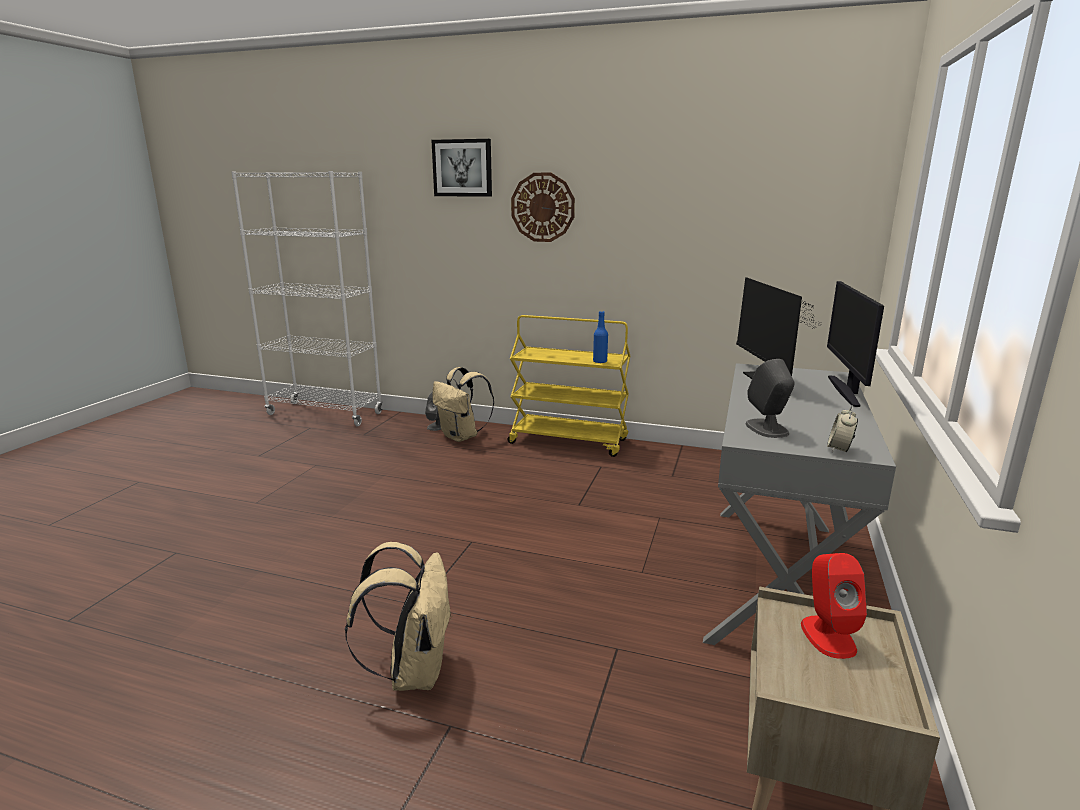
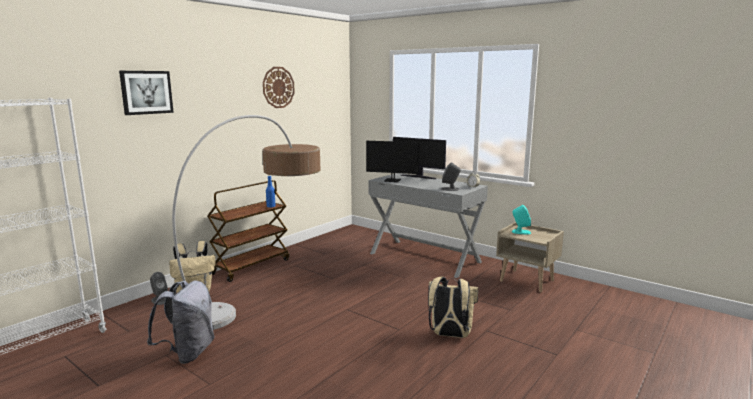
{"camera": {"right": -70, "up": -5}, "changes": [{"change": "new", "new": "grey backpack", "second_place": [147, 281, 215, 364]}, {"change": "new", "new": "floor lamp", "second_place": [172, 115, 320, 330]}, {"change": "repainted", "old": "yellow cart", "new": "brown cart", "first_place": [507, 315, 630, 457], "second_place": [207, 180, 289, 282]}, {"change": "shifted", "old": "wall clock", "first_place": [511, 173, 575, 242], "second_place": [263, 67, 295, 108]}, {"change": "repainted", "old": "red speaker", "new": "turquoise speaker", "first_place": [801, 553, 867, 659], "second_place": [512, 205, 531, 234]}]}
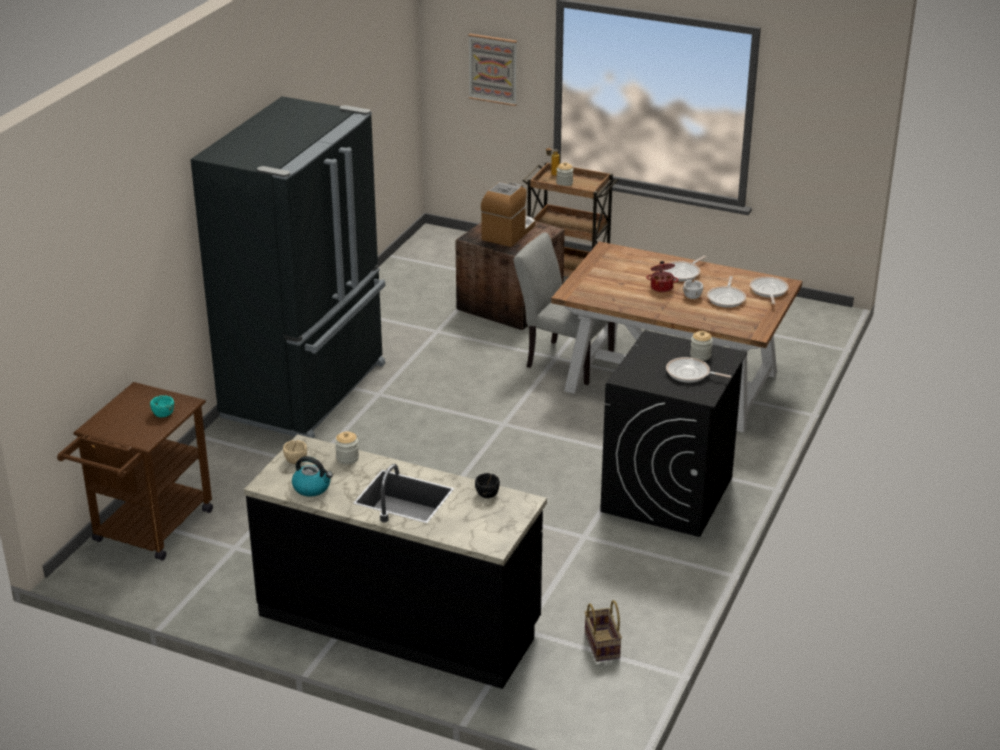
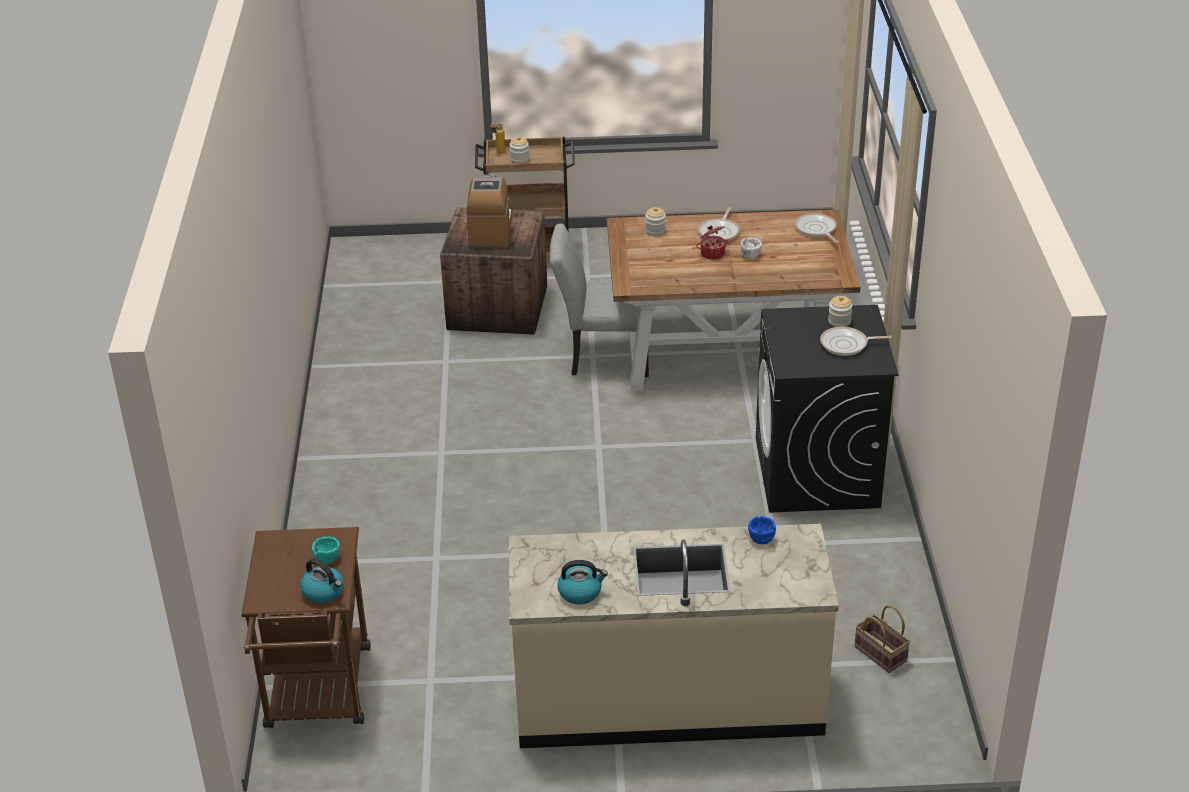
{"camera": {"right": -25, "up": 5}, "changes": [{"change": "new", "new": "kettle", "second_place": [300, 558, 344, 604]}, {"change": "repainted", "old": "black counter", "new": "beige counter", "first_place": [244, 434, 547, 689], "second_place": [509, 524, 839, 748]}, {"change": "shifted", "old": "jar", "first_place": [335, 432, 359, 464], "second_place": [645, 207, 666, 236]}, {"change": "repainted", "old": "black bowl", "new": "blue bowl", "first_place": [475, 473, 500, 498], "second_place": [748, 516, 776, 544]}, {"change": "gone", "old": "black fridge", "first_place": [190, 96, 385, 438]}, {"change": "gone", "old": "beige bowl", "first_place": [283, 440, 307, 464]}, {"change": "gone", "old": "picture", "first_place": [468, 34, 517, 106]}, {"change": "gone", "old": "frying pan", "first_place": [707, 276, 746, 308]}]}
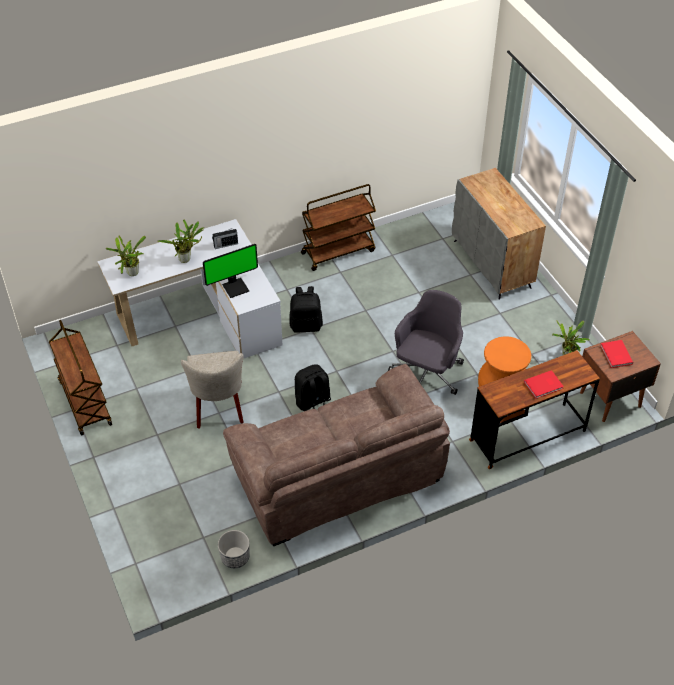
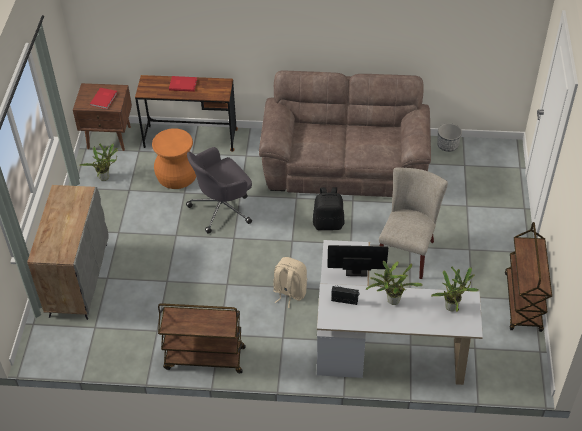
{"camera": {"right": -150, "up": 0}, "changes": [{"change": "repainted", "old": "black backpack", "new": "beige backpack", "first_place": [289, 286, 323, 332], "second_place": [273, 257, 307, 308]}]}
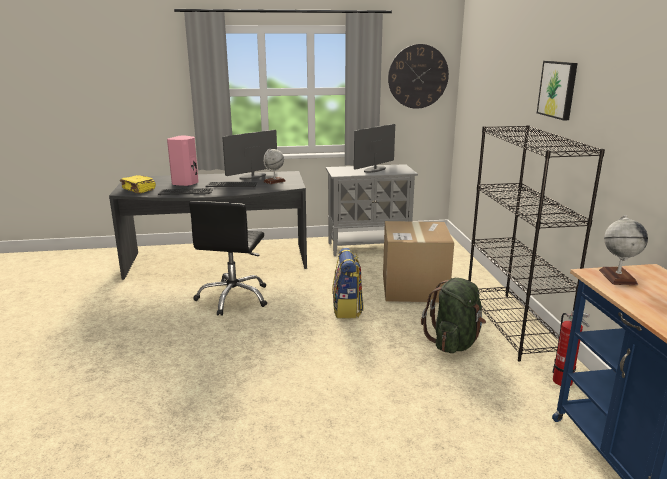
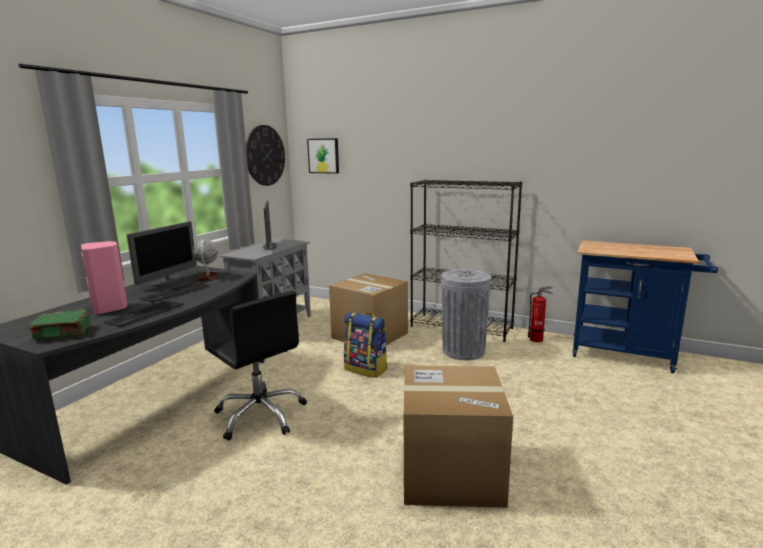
{"camera": {"right": -55, "up": -5}, "changes": [{"change": "repainted", "old": "yellow book", "new": "green book", "first_place": [120, 175, 156, 194], "second_place": [28, 309, 90, 340]}, {"change": "rotated", "old": "monitor", "first_place": [222, 130, 277, 180], "second_place": [127, 221, 197, 287], "degrees": -150}, {"change": "shifted", "old": "picture", "first_place": [537, 61, 578, 120], "second_place": [307, 138, 339, 174]}, {"change": "new", "new": "cardboard box", "second_place": [404, 366, 513, 508]}, {"change": "swapped", "old": "green backpack", "new": "grey trash can", "first_place": [421, 278, 486, 353], "second_place": [441, 269, 491, 360]}, {"change": "gone", "old": "globe", "first_place": [599, 215, 648, 285]}]}
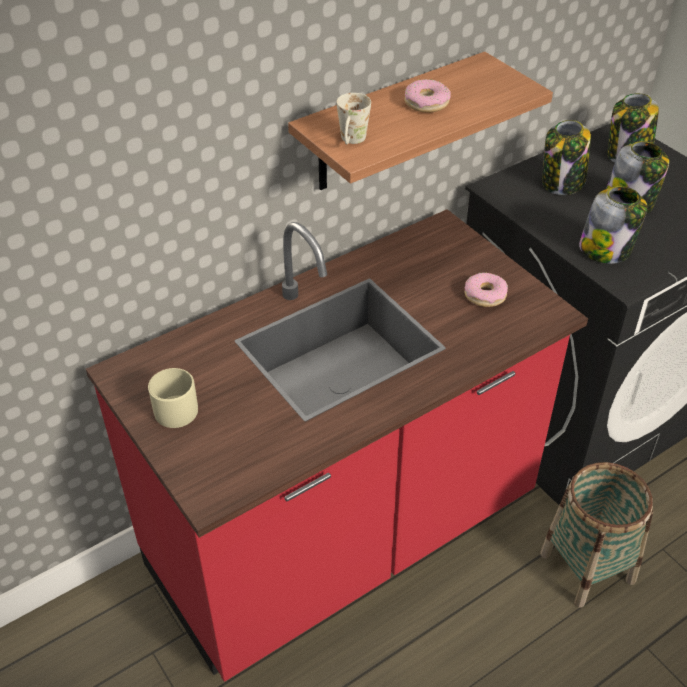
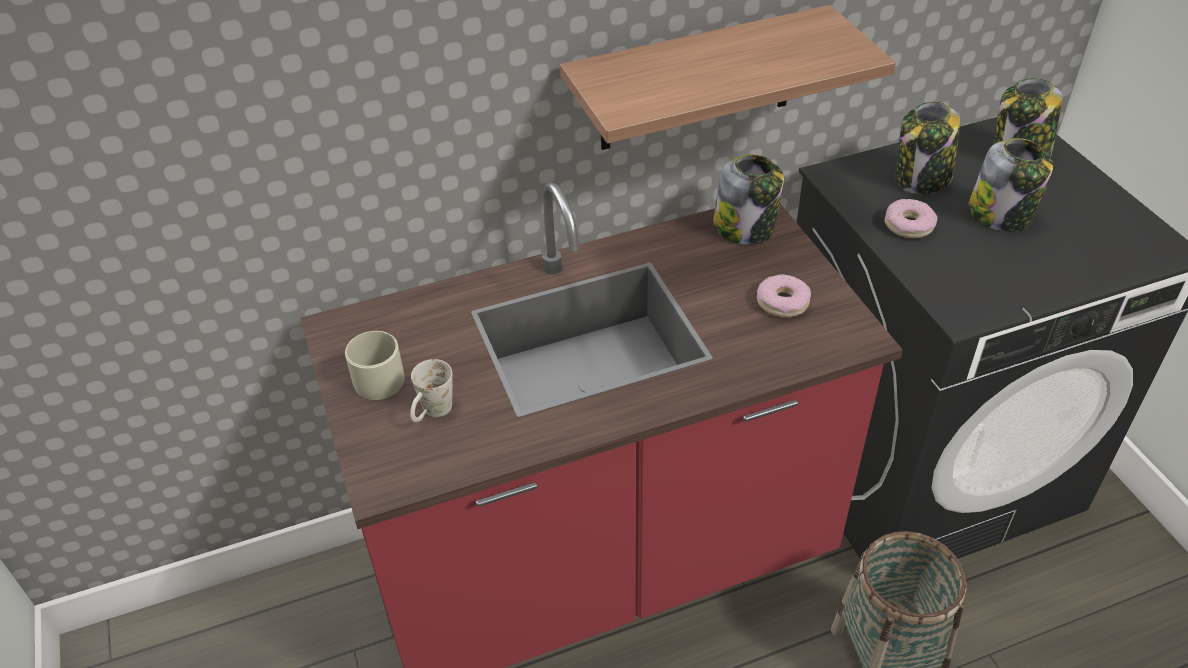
{"camera": {"right": 15, "up": 0}, "changes": [{"change": "shifted", "old": "white mug", "first_place": [336, 93, 371, 144], "second_place": [410, 359, 453, 422]}, {"change": "shifted", "old": "jar", "first_place": [579, 186, 647, 264], "second_place": [713, 154, 784, 245]}, {"change": "shifted", "old": "donut", "first_place": [404, 79, 451, 113], "second_place": [885, 199, 938, 238]}]}
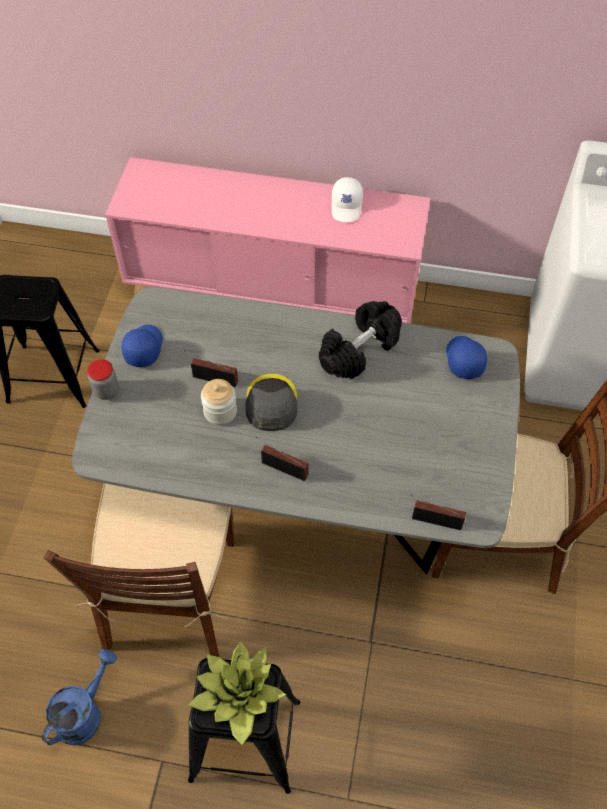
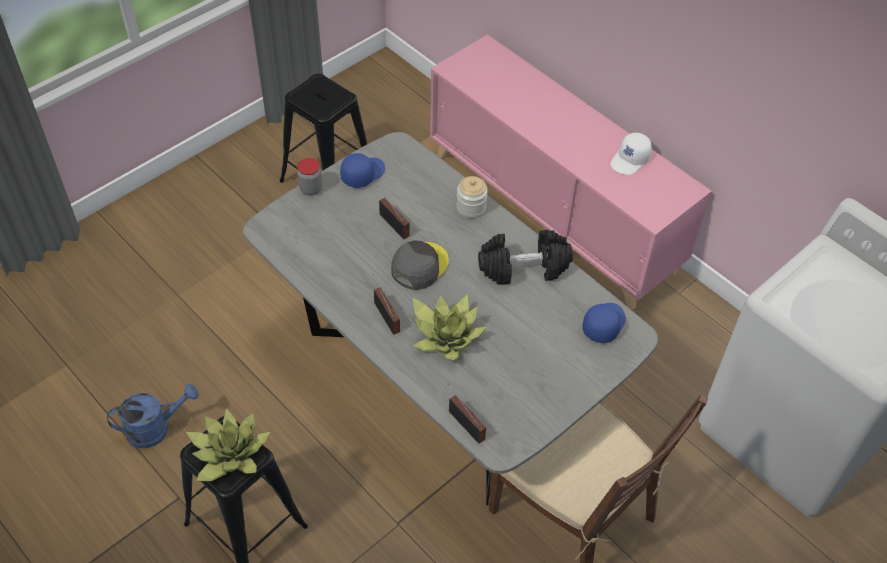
{"camera": {"right": 35, "up": -5}, "changes": [{"change": "new", "new": "potted plant", "second_place": [413, 294, 487, 361]}, {"change": "shifted", "old": "jar", "first_place": [201, 379, 237, 425], "second_place": [457, 176, 488, 219]}, {"change": "gone", "old": "brown chair", "first_place": [44, 483, 235, 657]}]}
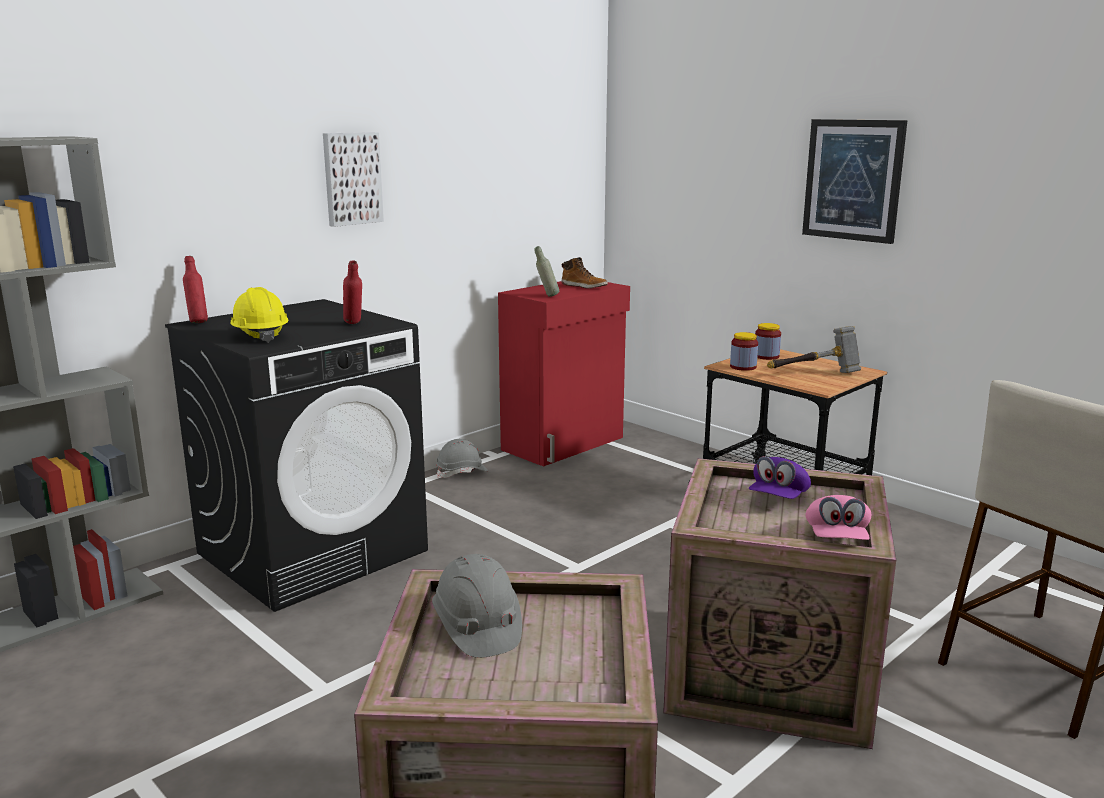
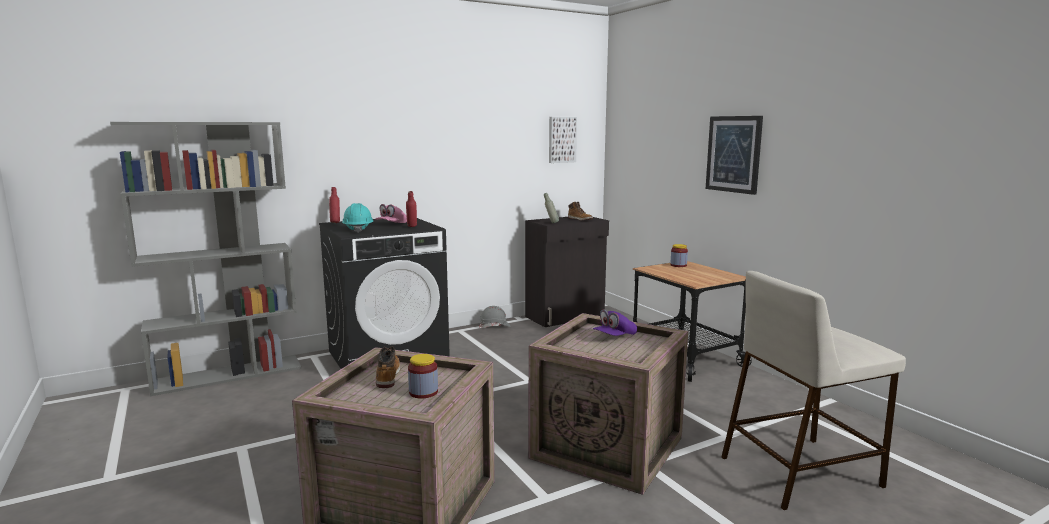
{"camera": {"right": 15, "up": -5}, "changes": [{"change": "repainted", "old": "yellow hard hat", "new": "turquoise hard hat", "first_place": [231, 287, 289, 343], "second_place": [342, 203, 373, 233]}, {"change": "shifted", "old": "pink cap", "first_place": [805, 495, 871, 540], "second_place": [375, 204, 407, 223]}, {"change": "swapped", "old": "grey hard hat", "new": "boot", "first_place": [432, 554, 522, 658], "second_place": [376, 346, 400, 388]}, {"change": "shifted", "old": "jar", "first_place": [730, 332, 758, 371], "second_place": [408, 354, 438, 398]}, {"change": "repainted", "old": "red cabinet", "new": "black cabinet", "first_place": [498, 281, 630, 466], "second_place": [525, 217, 609, 327]}, {"change": "shifted", "old": "picture", "first_place": [323, 132, 384, 227], "second_place": [549, 117, 577, 163]}, {"change": "gone", "old": "hammer", "first_place": [767, 326, 861, 373]}]}
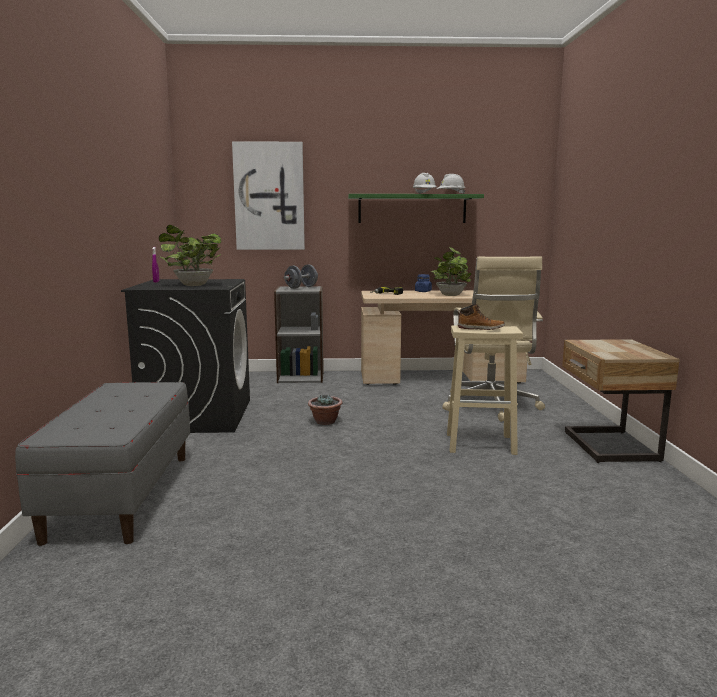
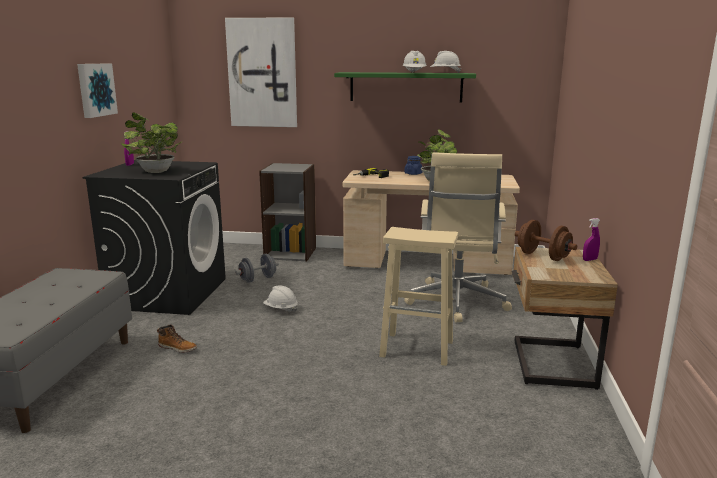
{"camera": {"right": 10, "up": 5}, "changes": [{"change": "new", "new": "picture", "second_place": [77, 64, 118, 118]}, {"change": "shifted", "old": "boot", "first_place": [458, 304, 505, 330], "second_place": [157, 325, 197, 353]}, {"change": "shifted", "old": "grey dumbbell", "first_place": [284, 265, 318, 289], "second_place": [235, 254, 279, 283]}, {"change": "swapped", "old": "potted plant", "new": "white hard hat", "first_place": [308, 394, 343, 425], "second_place": [263, 286, 298, 313]}, {"change": "new", "new": "brown dumbbell", "second_place": [515, 220, 577, 261]}, {"change": "new", "new": "purple spray bottle", "second_place": [583, 218, 600, 261]}]}
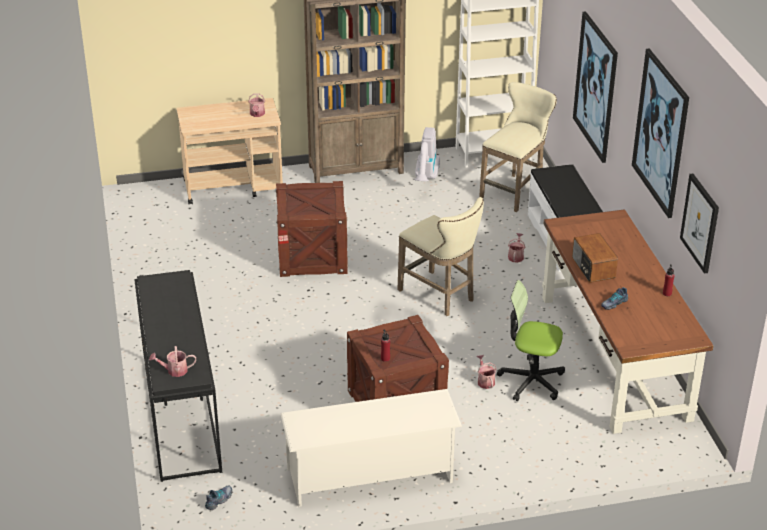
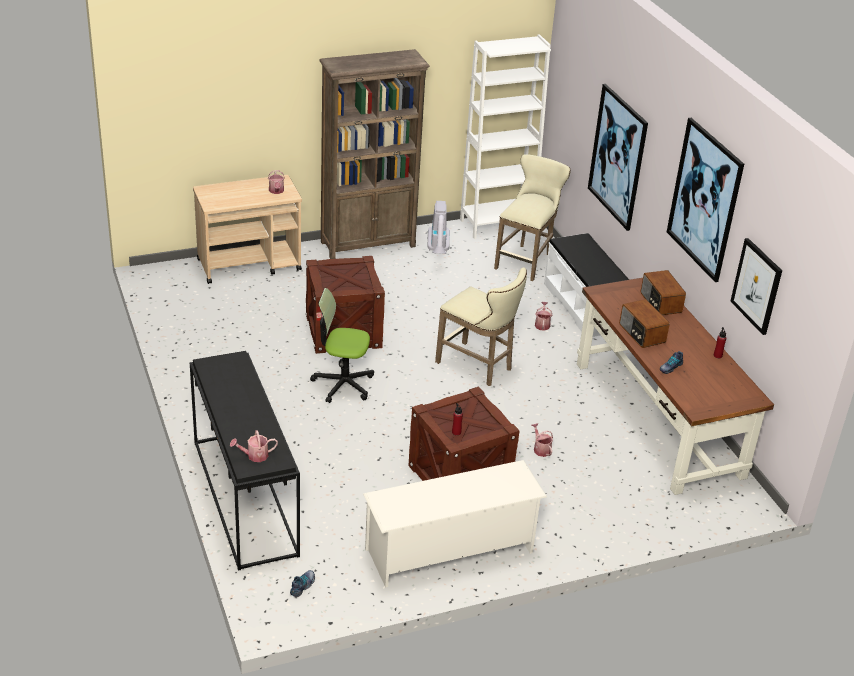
{"camera": {"right": -10, "up": 0}, "changes": [{"change": "shifted", "old": "office chair", "first_place": [497, 280, 565, 401], "second_place": [310, 288, 374, 403]}, {"change": "new", "new": "radio", "second_place": [641, 270, 686, 315]}]}
